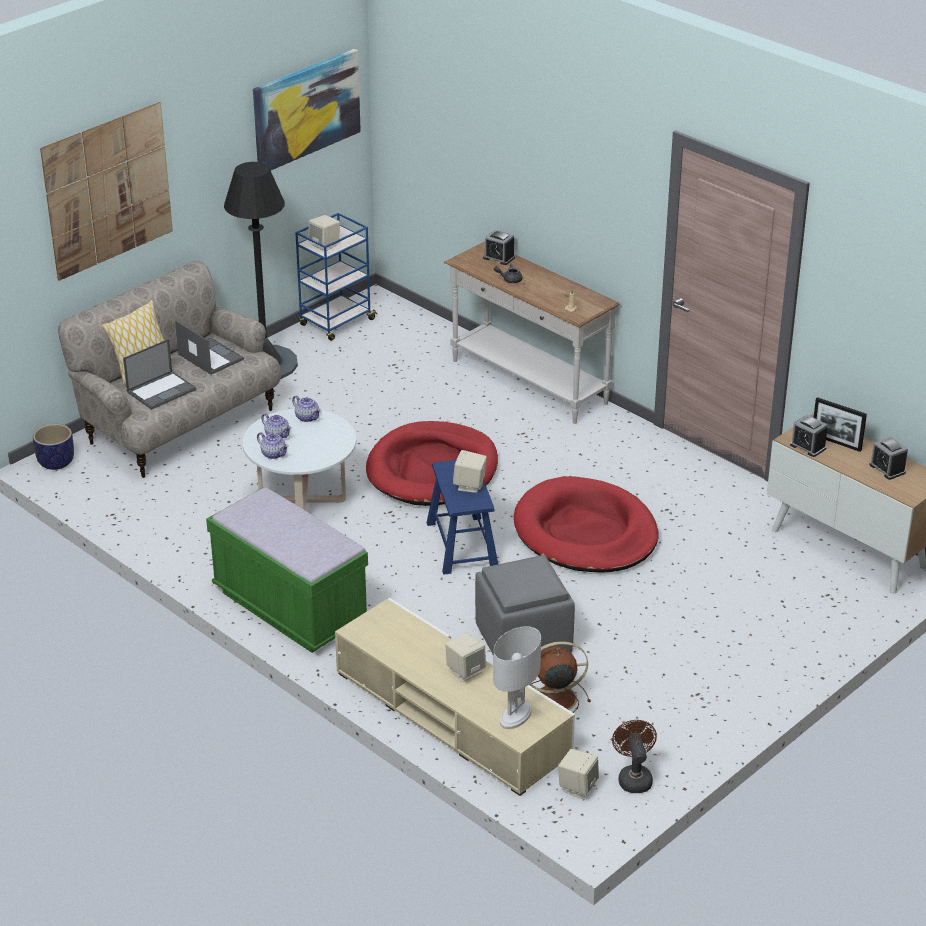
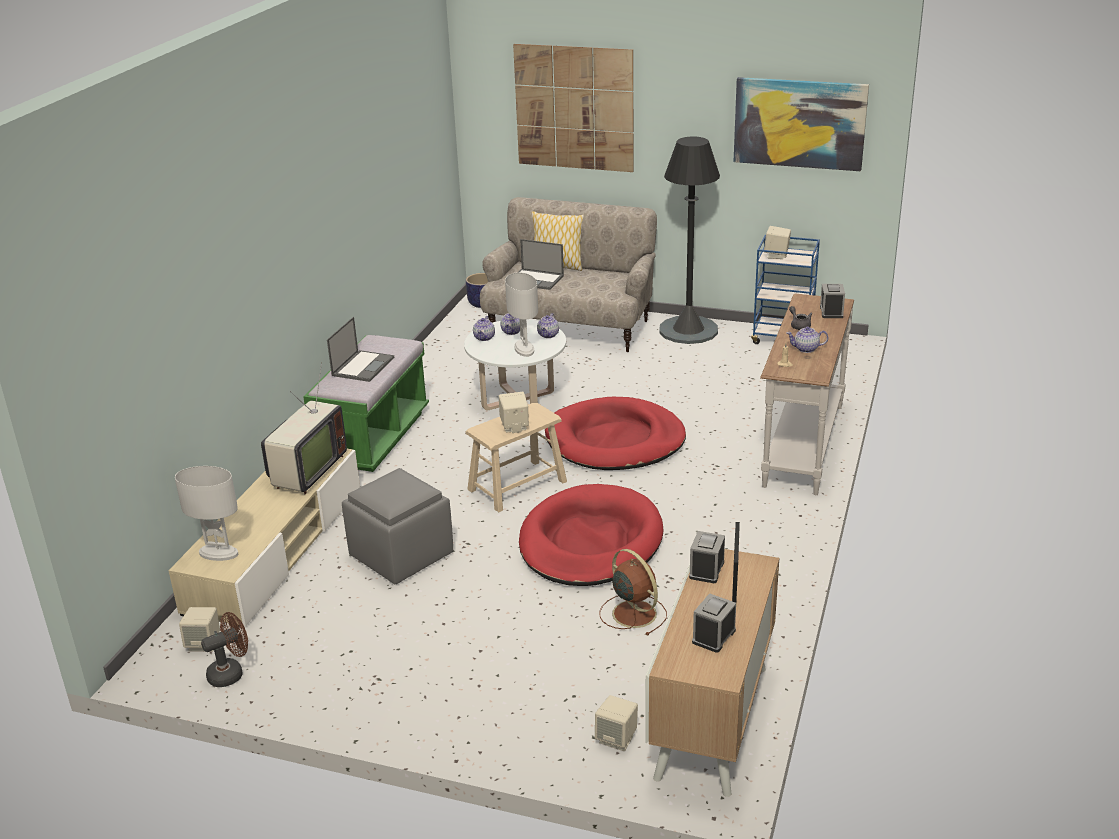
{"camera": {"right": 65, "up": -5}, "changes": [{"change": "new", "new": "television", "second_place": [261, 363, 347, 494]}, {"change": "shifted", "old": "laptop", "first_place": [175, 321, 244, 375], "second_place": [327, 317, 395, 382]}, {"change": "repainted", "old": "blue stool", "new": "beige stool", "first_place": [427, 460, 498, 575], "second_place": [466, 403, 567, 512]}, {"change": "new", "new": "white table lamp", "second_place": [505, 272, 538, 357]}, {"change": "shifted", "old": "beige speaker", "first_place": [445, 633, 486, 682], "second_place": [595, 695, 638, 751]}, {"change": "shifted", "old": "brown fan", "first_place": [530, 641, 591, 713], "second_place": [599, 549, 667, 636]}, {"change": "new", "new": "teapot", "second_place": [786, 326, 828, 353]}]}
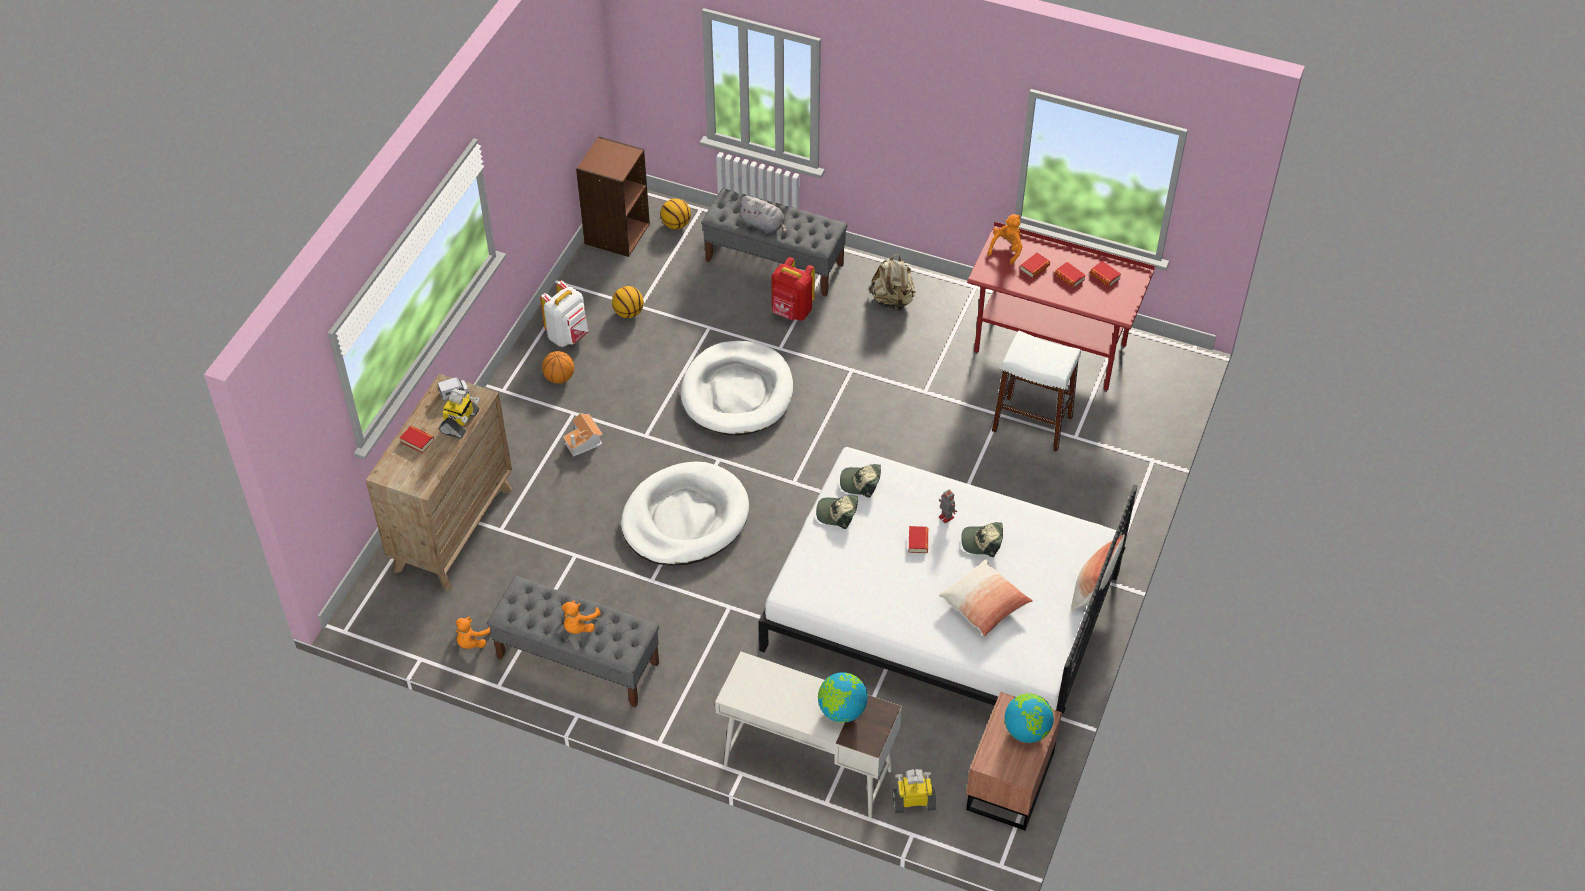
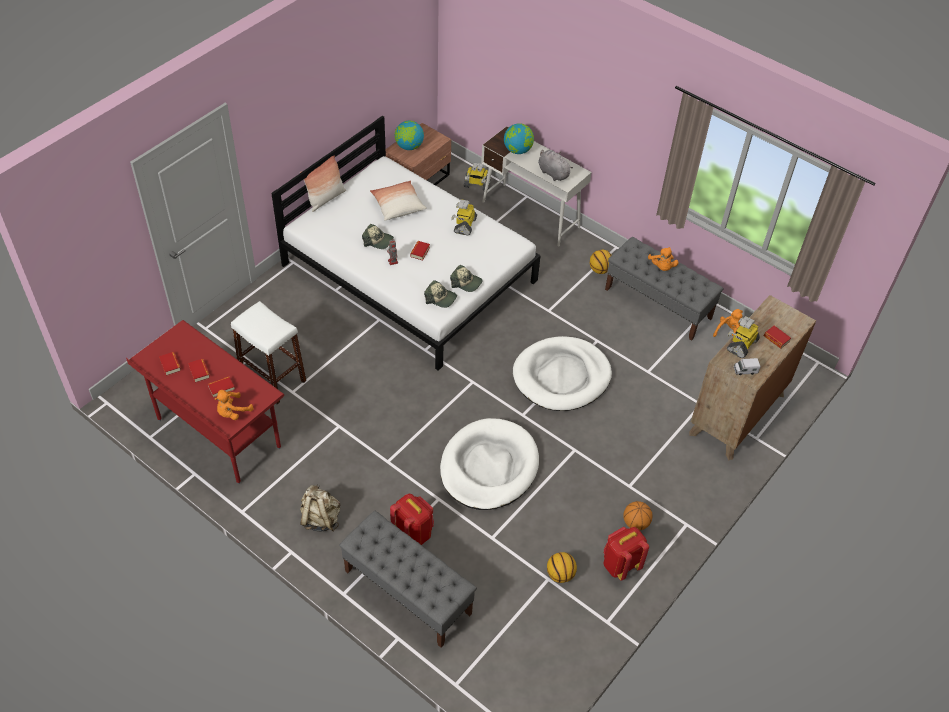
{"camera": {"right": -165, "up": 0}, "changes": [{"change": "new", "new": "toy robot", "second_place": [451, 199, 477, 236]}, {"change": "shifted", "old": "grey plush toy", "first_place": [738, 196, 787, 234], "second_place": [538, 150, 573, 181]}, {"change": "shifted", "old": "basketball", "first_place": [661, 198, 691, 230], "second_place": [590, 250, 612, 274]}, {"change": "repainted", "old": "white backpack", "new": "red backpack", "first_place": [540, 280, 589, 347], "second_place": [603, 527, 649, 580]}, {"change": "rotated", "old": "orange plush toy", "first_place": [562, 601, 601, 634], "second_place": [648, 247, 679, 271], "degrees": 135}, {"change": "gone", "old": "toy house", "first_place": [563, 413, 603, 457]}, {"change": "gone", "old": "brown bookcase", "first_place": [576, 136, 650, 257]}]}
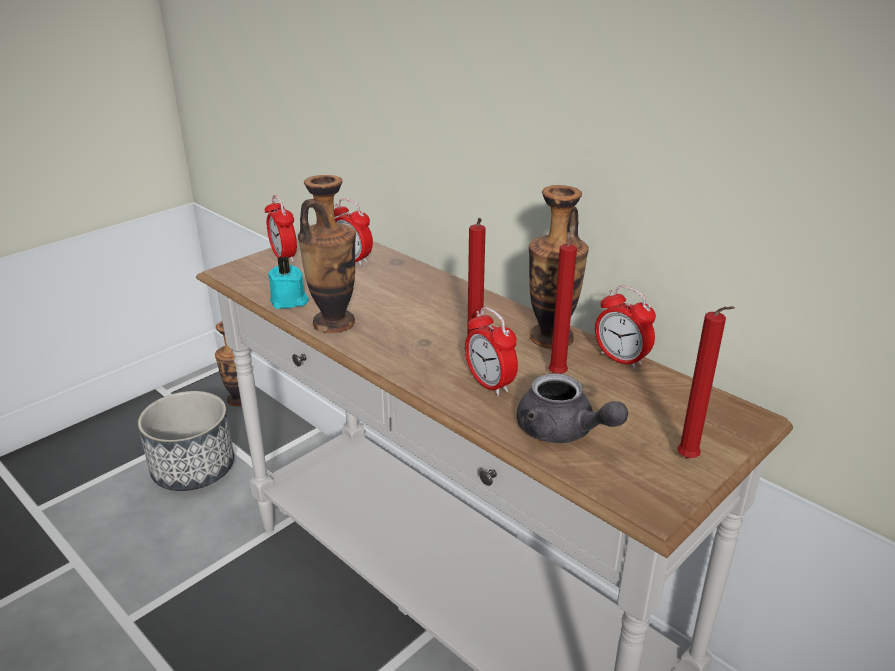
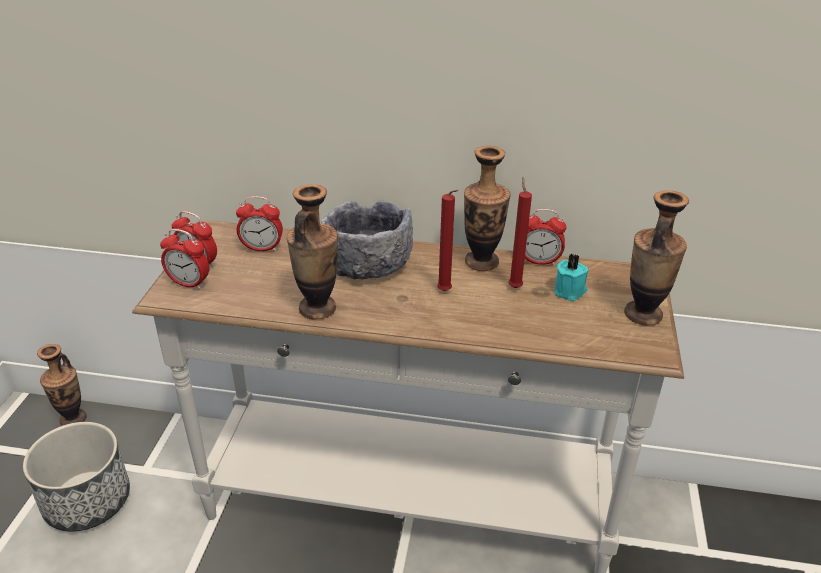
{"camera": {"right": -35, "up": 5}, "changes": [{"change": "shifted", "old": "alarm clock", "first_place": [465, 307, 518, 396], "second_place": [160, 229, 209, 290]}, {"change": "new", "new": "grey bowl", "second_place": [321, 201, 413, 280]}, {"change": "shifted", "old": "turquoise candle", "first_place": [268, 256, 309, 309], "second_place": [555, 254, 588, 301]}, {"change": "swapped", "old": "red candle", "new": "vase", "first_place": [677, 306, 735, 458], "second_place": [624, 190, 689, 325]}, {"change": "gone", "old": "grey teapot", "first_place": [517, 373, 628, 443]}]}
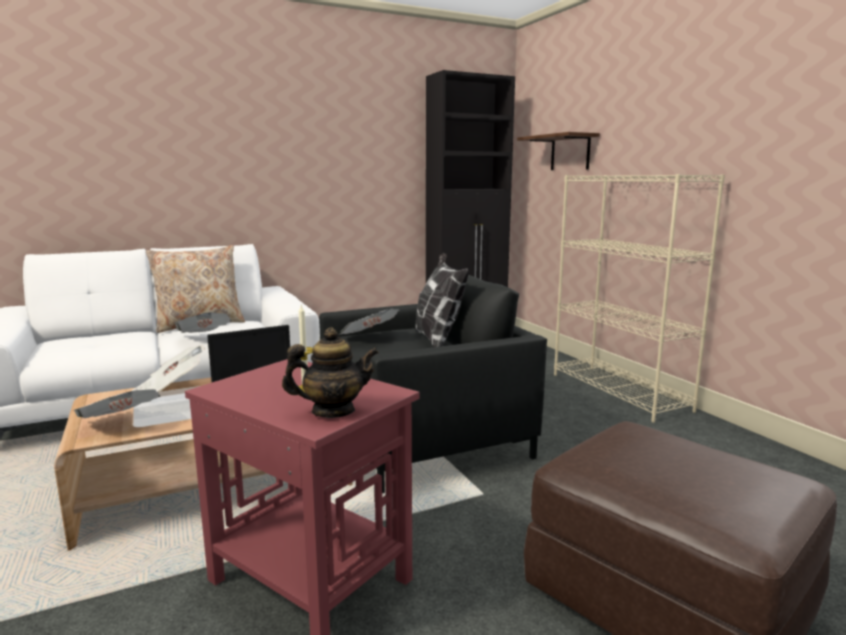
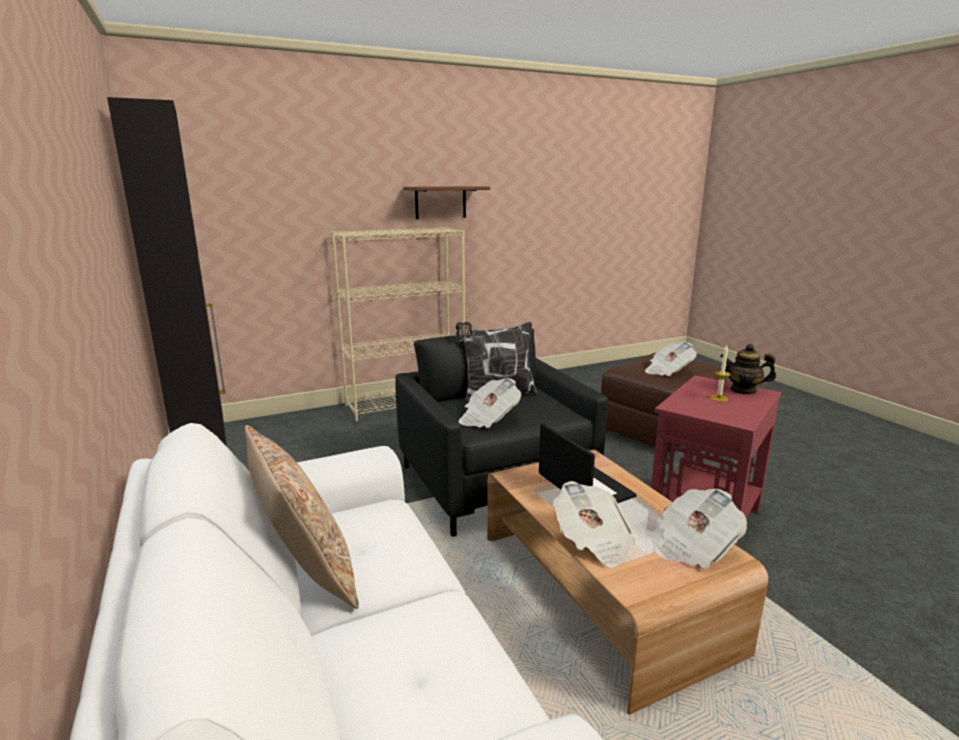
{"camera": {"right": -90, "up": 5}, "changes": [{"change": "shifted", "old": "brown shelf", "first_place": [517, 132, 600, 170], "second_place": [403, 186, 490, 219]}, {"change": "shifted", "old": "newspaper", "first_place": [175, 312, 232, 333], "second_place": [645, 342, 697, 376]}, {"change": "rotated", "old": "teapot", "first_place": [282, 327, 379, 418], "second_place": [720, 344, 776, 395], "degrees": -60}]}
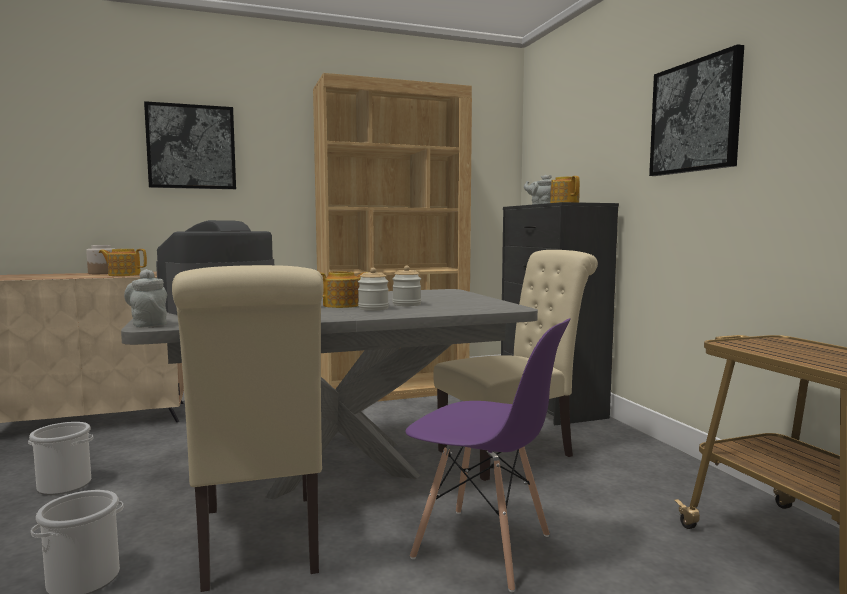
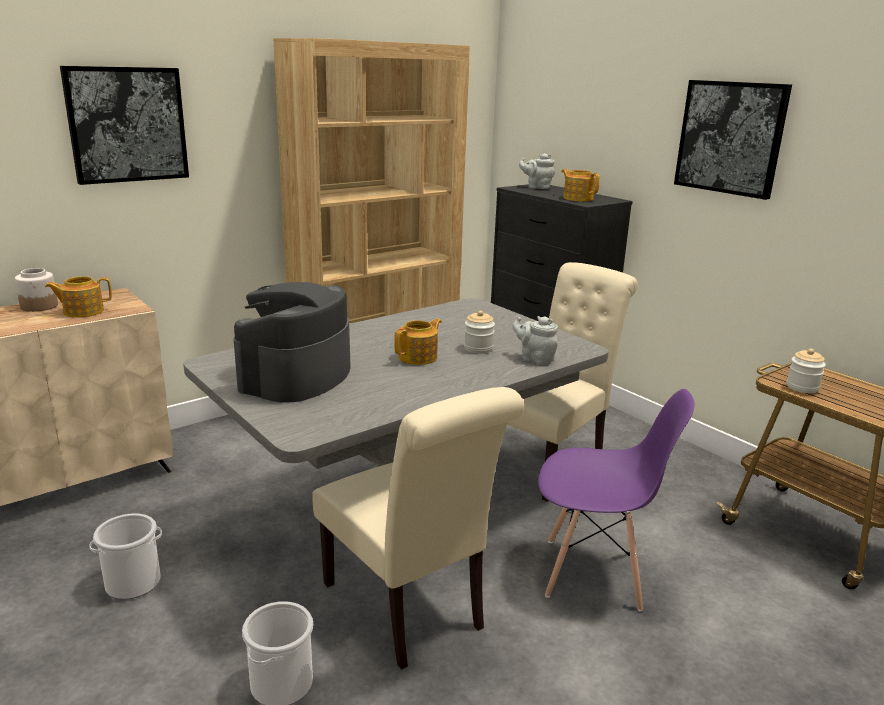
{"camera": {"right": -20, "up": 15}, "changes": [{"change": "shifted", "old": "grey teapot", "first_place": [124, 269, 167, 328], "second_place": [512, 316, 558, 365]}, {"change": "shifted", "old": "jar", "first_place": [358, 268, 389, 311], "second_place": [787, 349, 826, 393]}]}
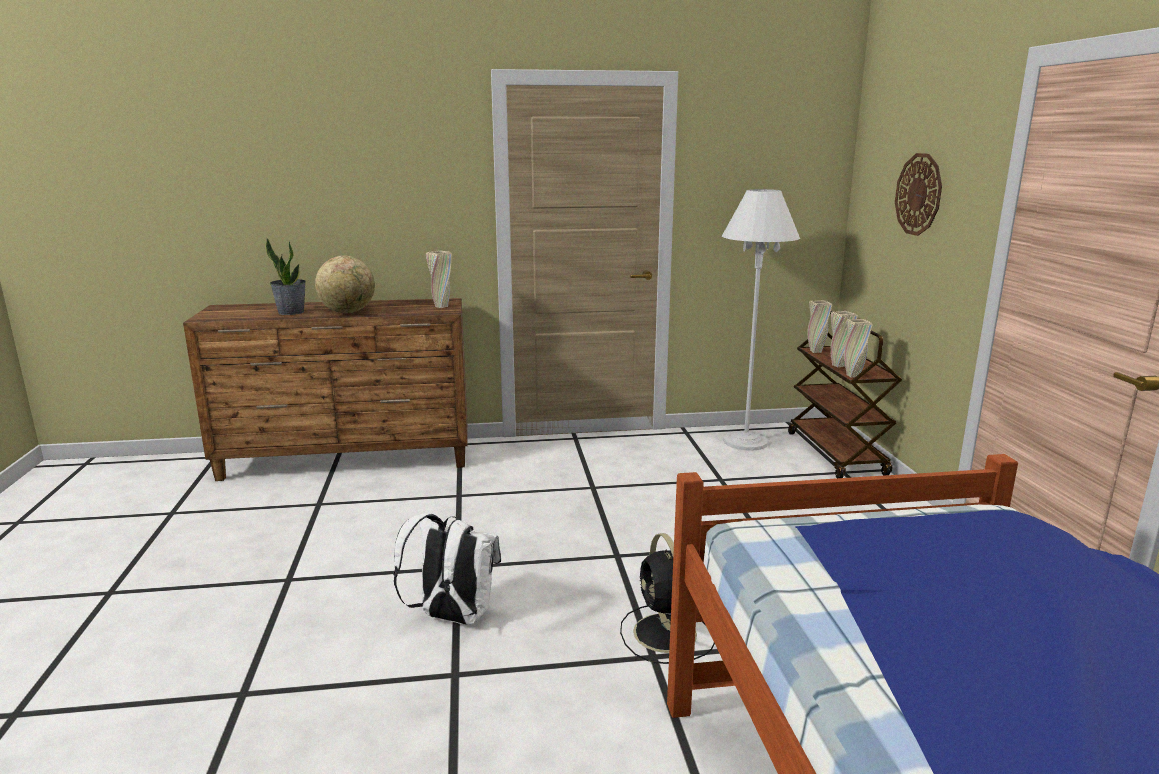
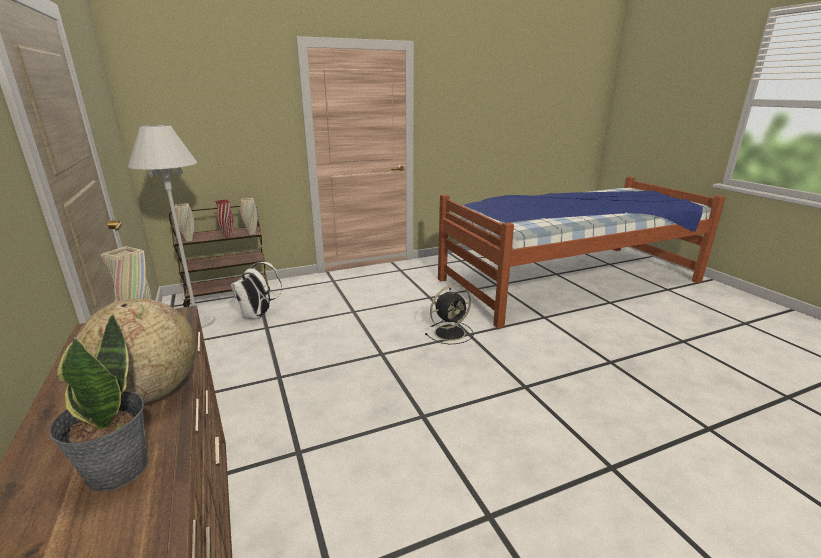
{"camera": {"right": -105, "up": 5}, "changes": [{"change": "repainted", "old": "beige vase", "new": "red vase", "first_place": [830, 311, 858, 367], "second_place": [215, 199, 234, 237]}, {"change": "shifted", "old": "white backpack", "first_place": [393, 513, 501, 625], "second_place": [231, 262, 282, 319]}, {"change": "gone", "old": "wall clock", "first_place": [895, 153, 942, 236]}]}
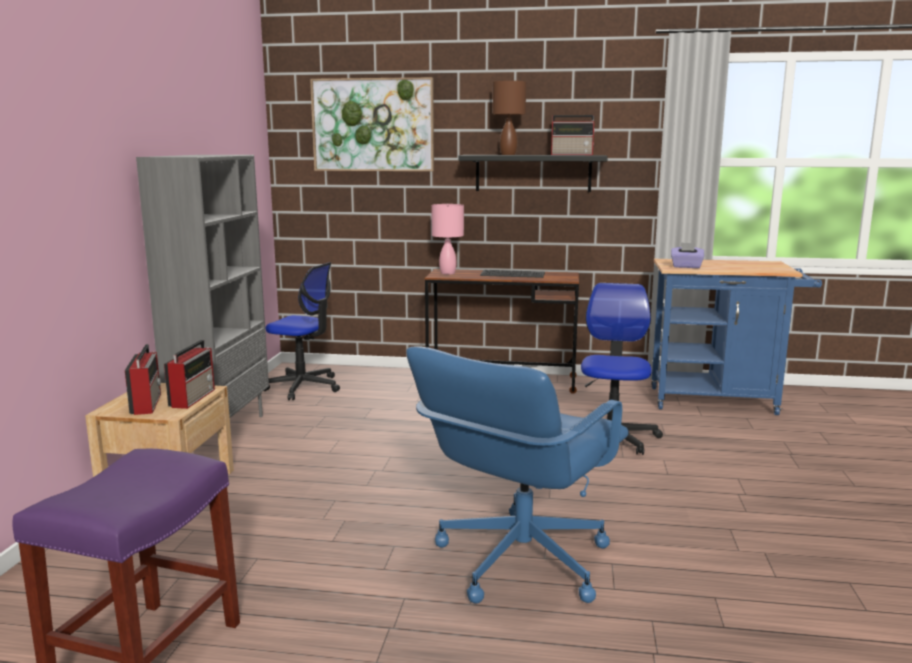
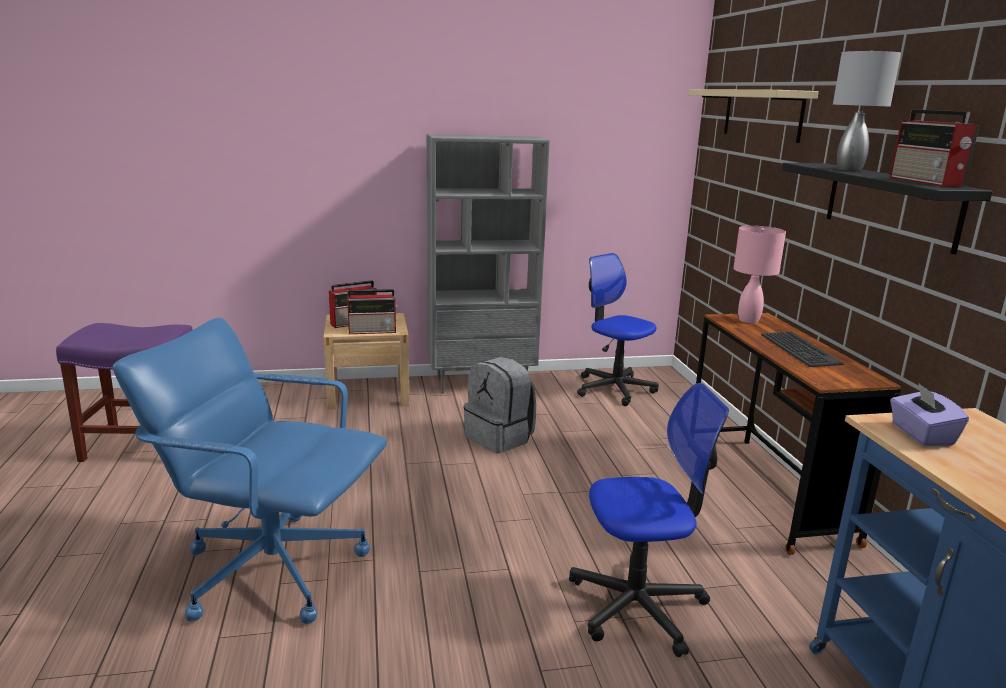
{"camera": {"right": 70, "up": 5}, "changes": [{"change": "new", "new": "grey backpack", "second_place": [464, 357, 536, 453]}, {"change": "rotated", "old": "office chair", "first_place": [264, 262, 340, 400], "second_place": [577, 253, 659, 406], "degrees": 135}, {"change": "swapped", "old": "picture", "new": "beige shelf", "first_place": [310, 77, 434, 171], "second_place": [689, 89, 819, 143]}, {"change": "repainted", "old": "brown table lamp", "new": "grey table lamp", "first_place": [493, 81, 526, 155], "second_place": [833, 50, 901, 171]}]}
